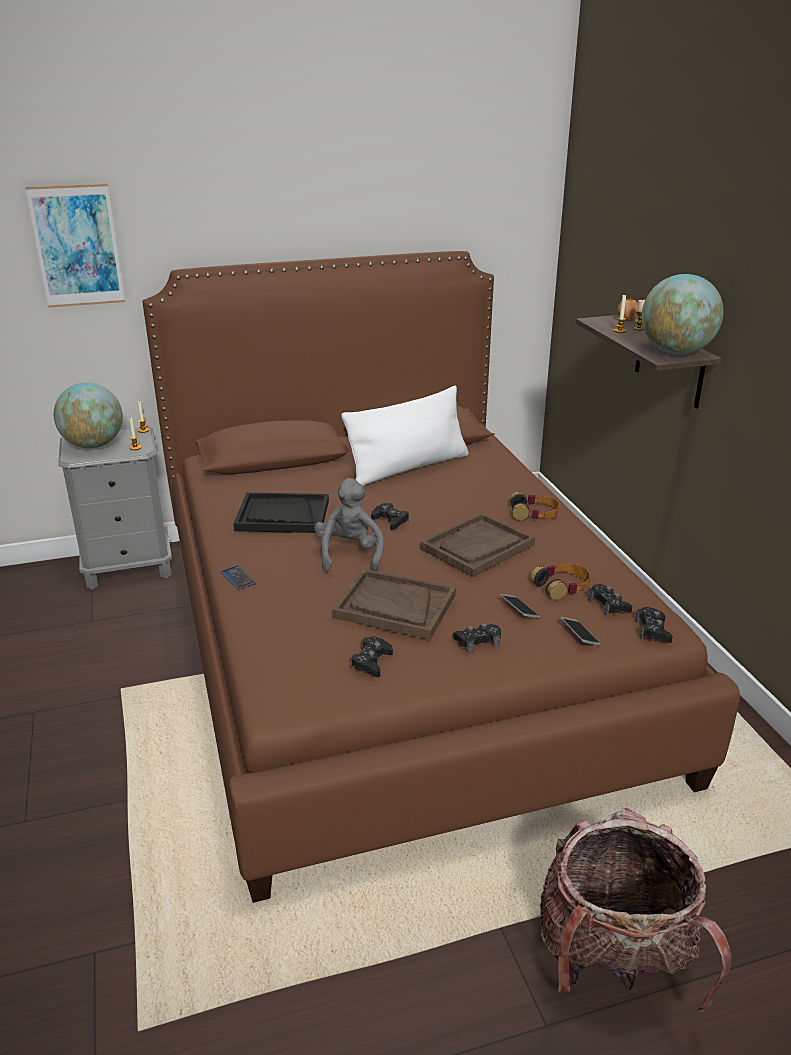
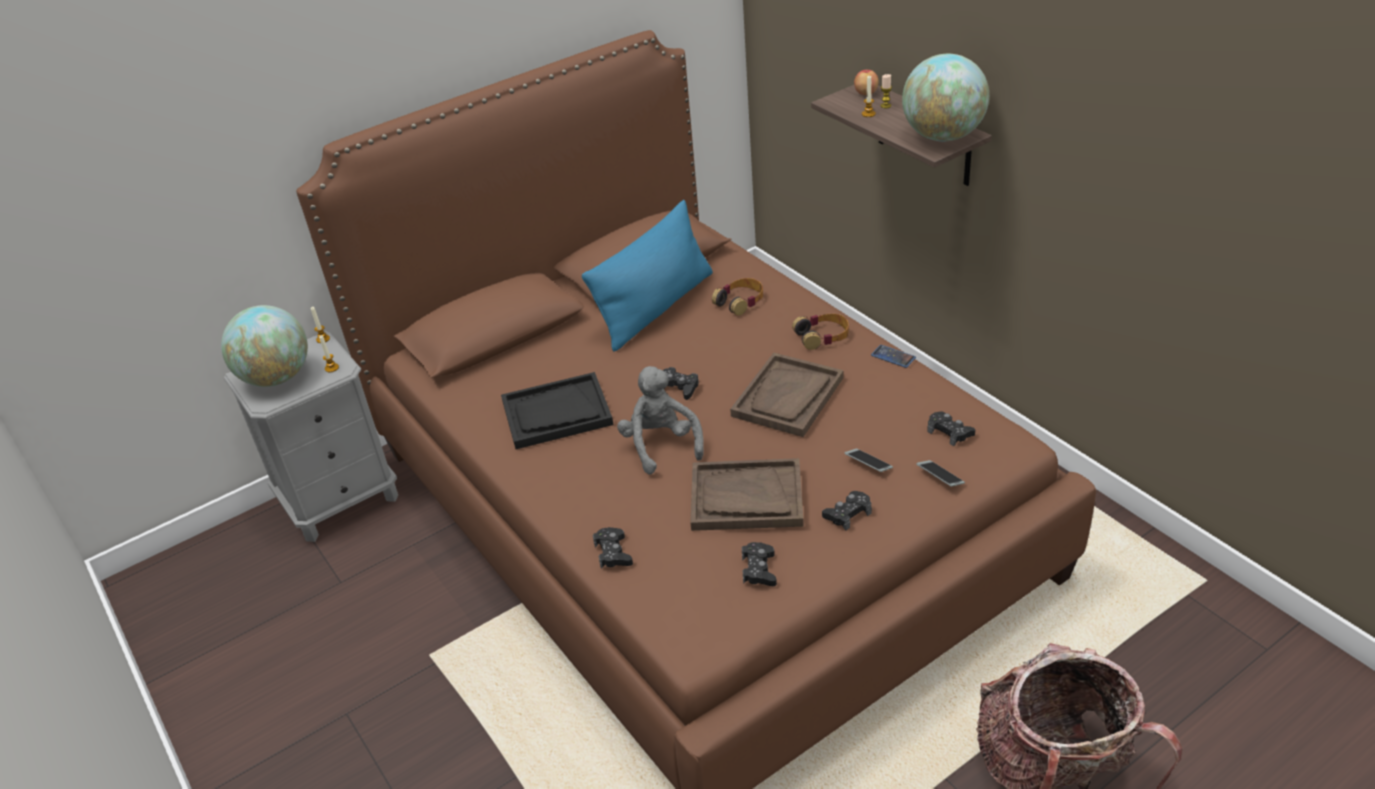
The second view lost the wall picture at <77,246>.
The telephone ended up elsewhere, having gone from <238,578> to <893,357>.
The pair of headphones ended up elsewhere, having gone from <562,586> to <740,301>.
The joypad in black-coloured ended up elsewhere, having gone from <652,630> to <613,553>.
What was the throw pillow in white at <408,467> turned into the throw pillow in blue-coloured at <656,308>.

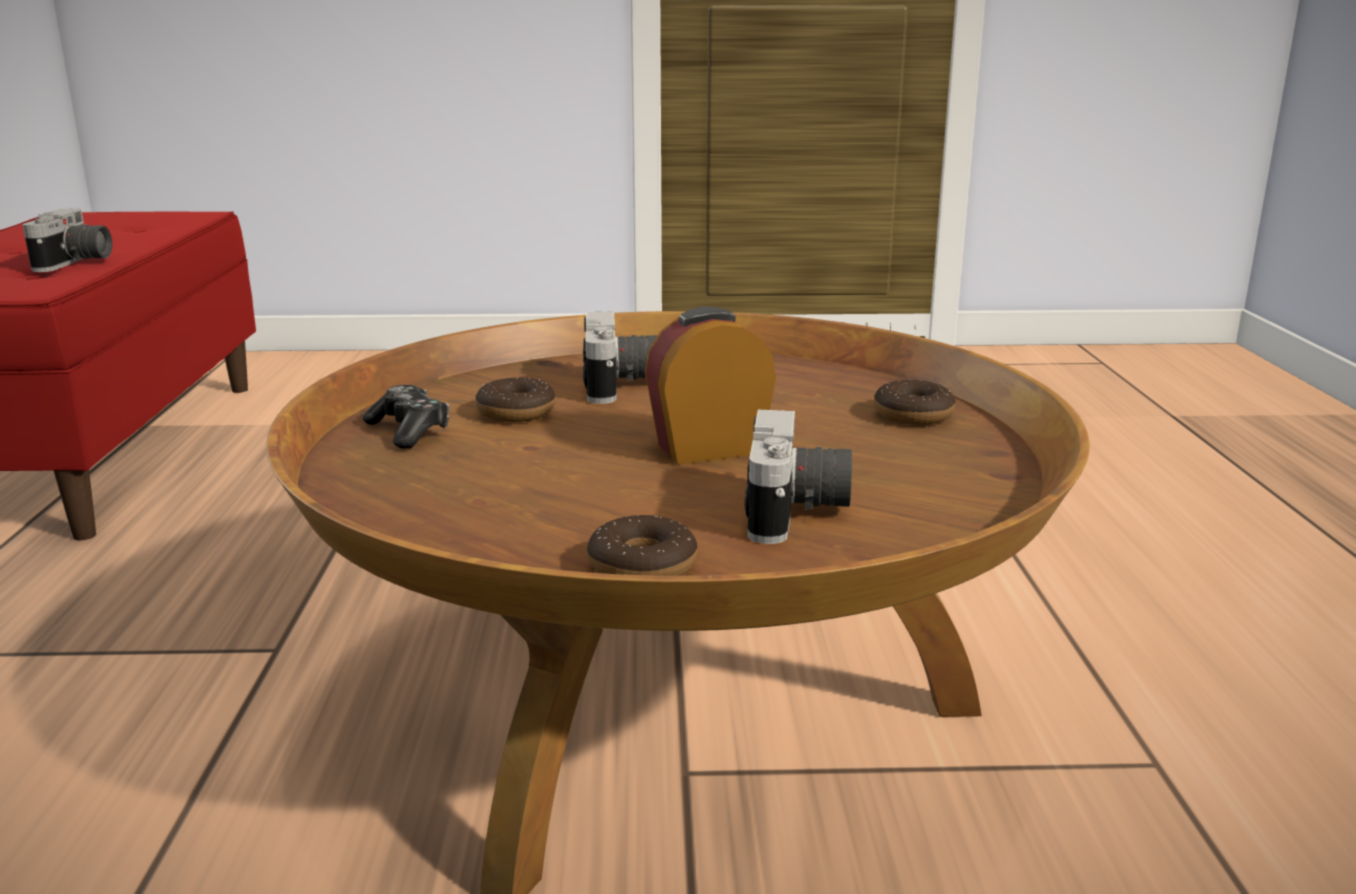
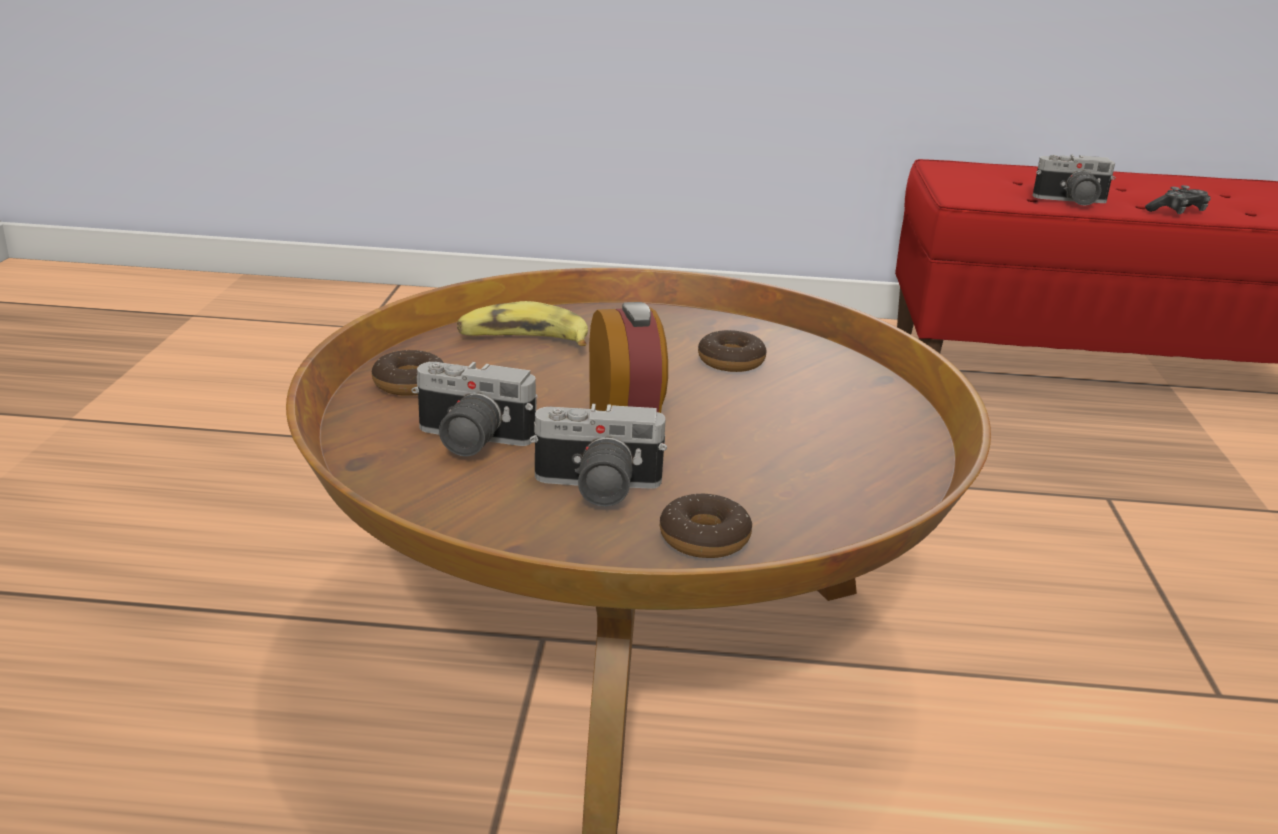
The second view gained the whole banana at <523,341>.
The joypad ended up elsewhere, having gone from <409,431> to <1177,212>.
The photo camera ended up elsewhere, having gone from <621,385> to <595,489>.

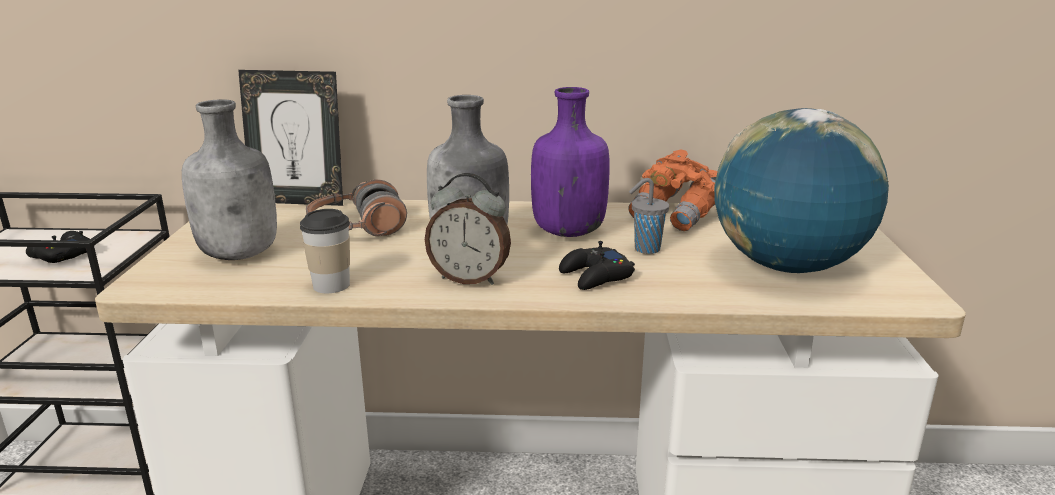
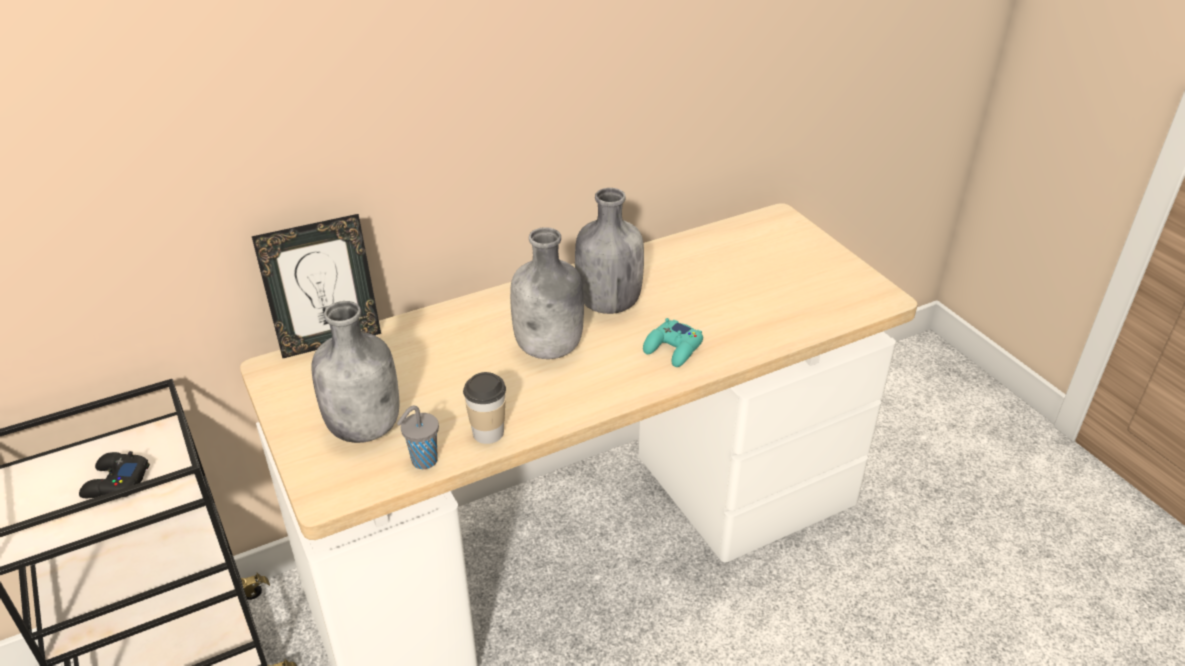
The second view lost the pair of headphones at <357,229>.
The second view lost the bedside clock at <470,278>.
The second view lost the pair of binoculars in orangey at <676,216>.
The second view lost the world globe at <787,267>.
The drinking cup in gray ended up elsewhere, having gone from <645,249> to <423,461>.
What was the beverage bottle in purple at <567,231> turned into the beverage bottle in gray at <607,303>.
What was the joypad in black-coloured at <595,276> turned into the joypad in blue-green at <673,349>.

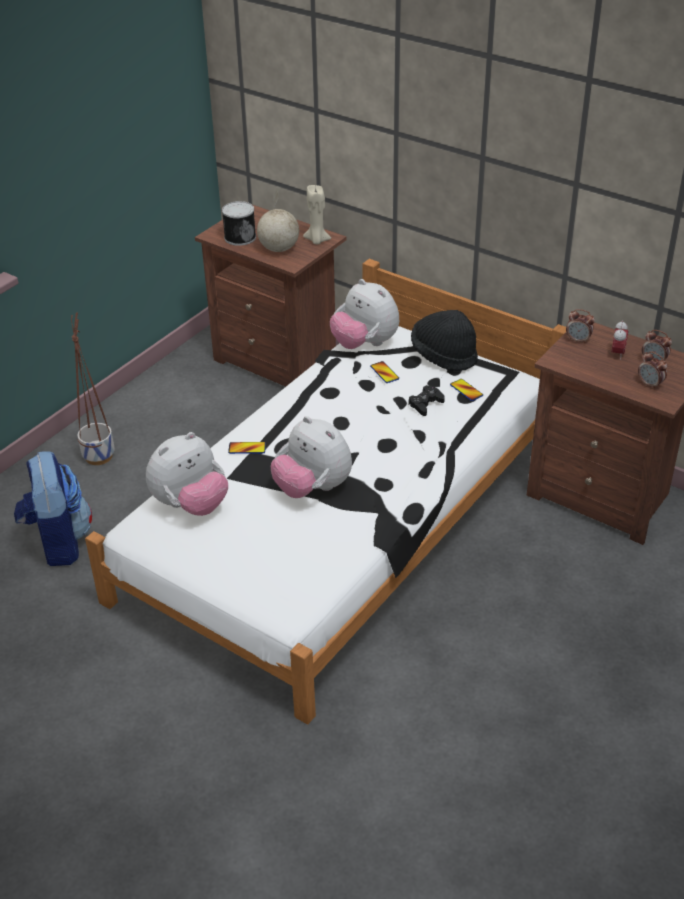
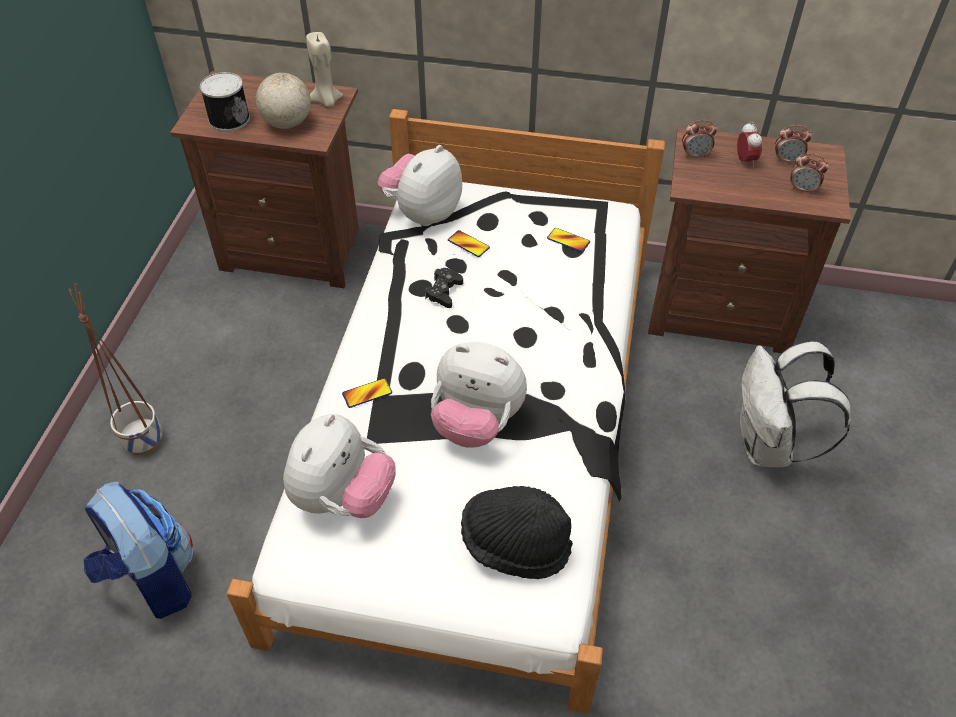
The second view gained the rucksack in white at <768,446>.
The joypad in black-coloured ended up elsewhere, having gone from <425,404> to <444,292>.
The hat in black-coloured ended up elsewhere, having gone from <444,355> to <515,544>.
The soft toy at <365,344> ended up facing another way, 105 degrees clockwise from before.

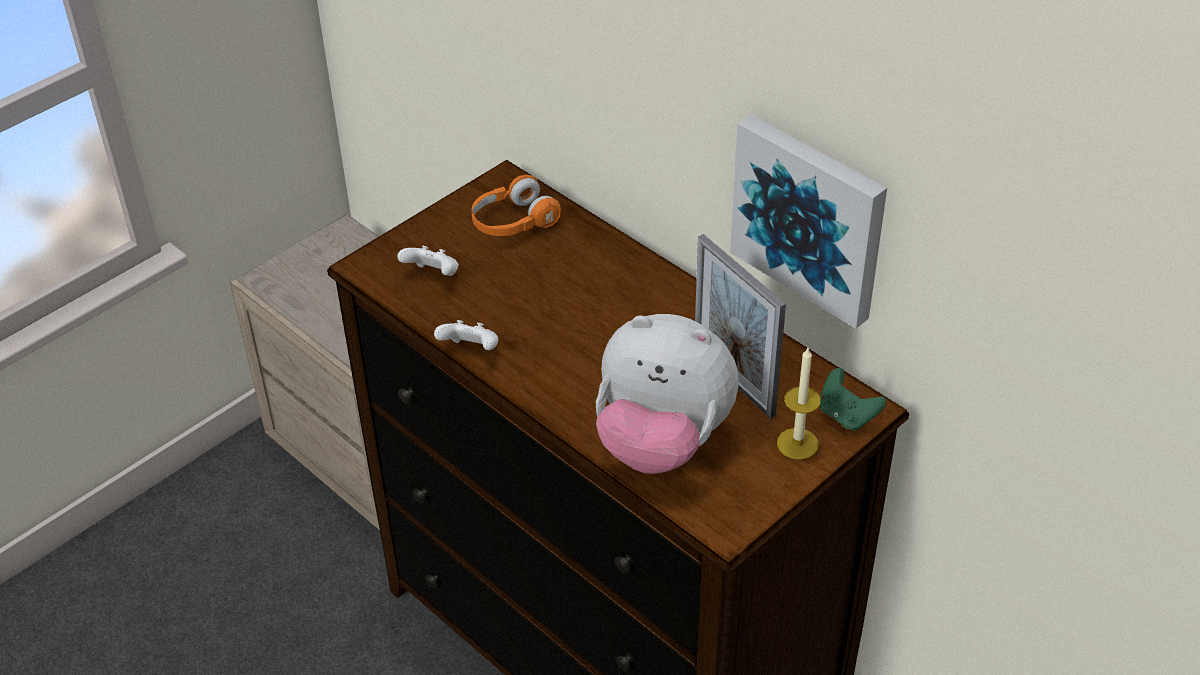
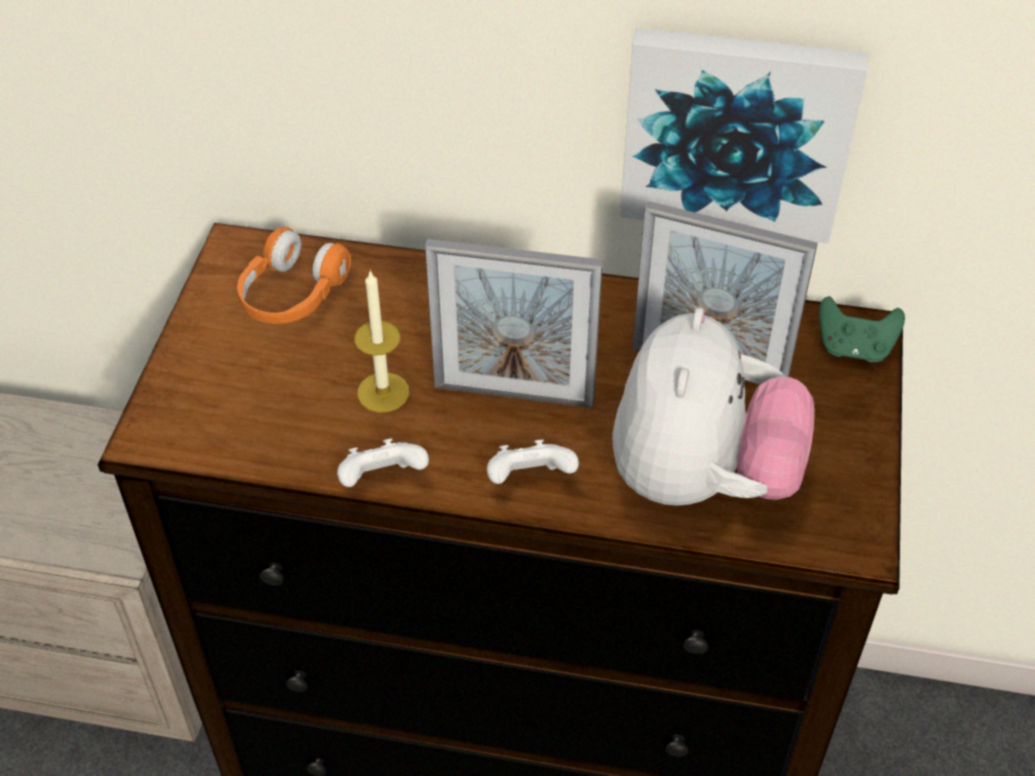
The second view gained the picture frame at <513,394>.
The joypad in white ended up elsewhere, having gone from <433,275> to <530,479>.
The candle ended up elsewhere, having gone from <797,444> to <383,392>.
The soft toy at <662,442> ended up facing another way, 60 degrees counterclockwise from before.

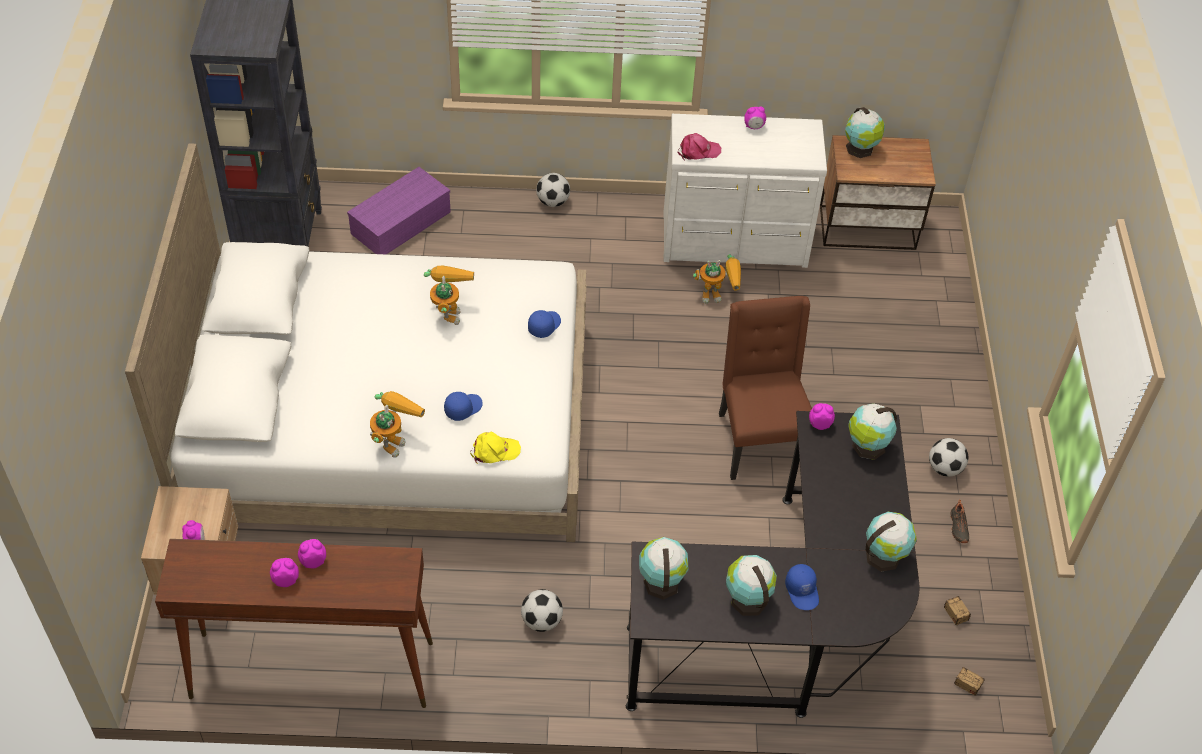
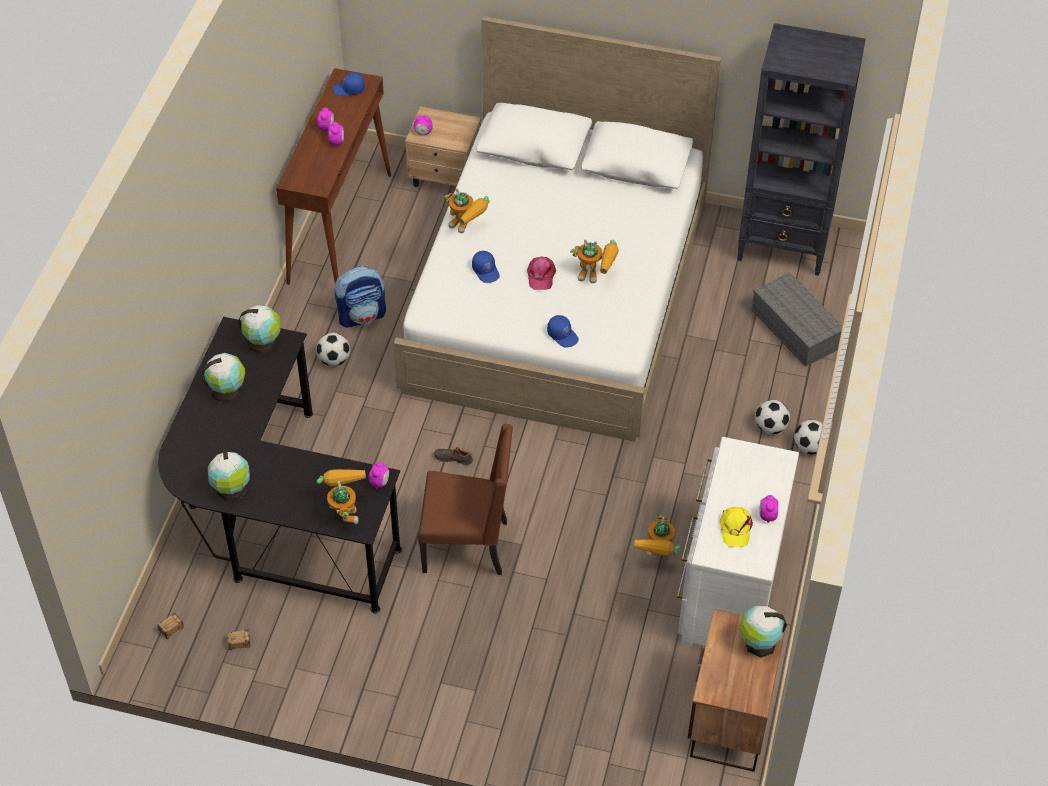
The second view gained the rucksack at <362,315>.
The baseball cap in yellowish ended up elsewhere, having gone from <494,451> to <735,528>.
The baseball cap in pinkish ended up elsewhere, having gone from <698,151> to <540,275>.
The baseball cap in blue-coloured ended up elsewhere, having gone from <802,591> to <349,89>.
The football ball ended up elsewhere, having gone from <945,468> to <770,427>.
The shoe in black-coloured ended up elsewhere, having gone from <958,527> to <453,458>.
Where the world globe stood at <867,447>, the robot figure came to stand at <344,510>.
What was the storage bin in purple at <401,221> turned into the storage bin in gray at <797,329>.

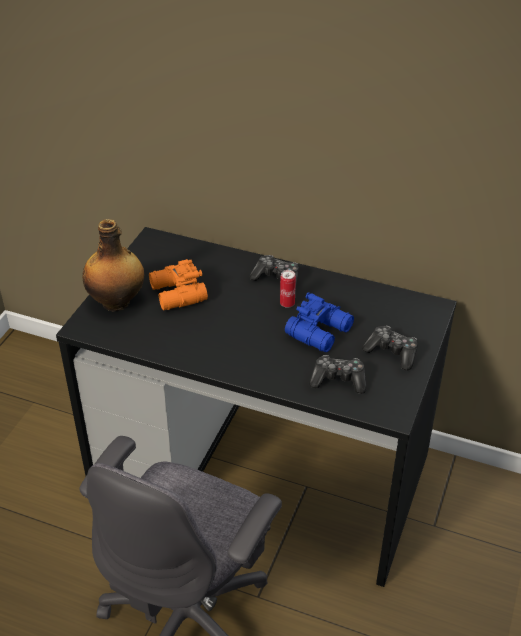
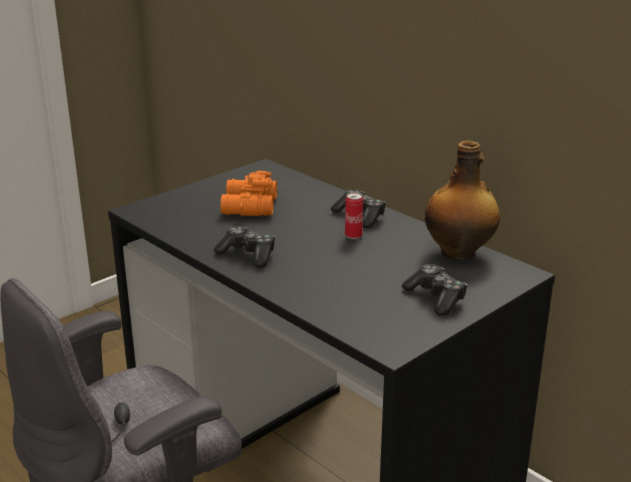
The second view lost the pair of binoculars in blue-coloured at <321,331>.
The beverage bottle ended up elsewhere, having gone from <117,302> to <459,253>.
The joypad ended up elsewhere, having gone from <338,380> to <248,255>.

